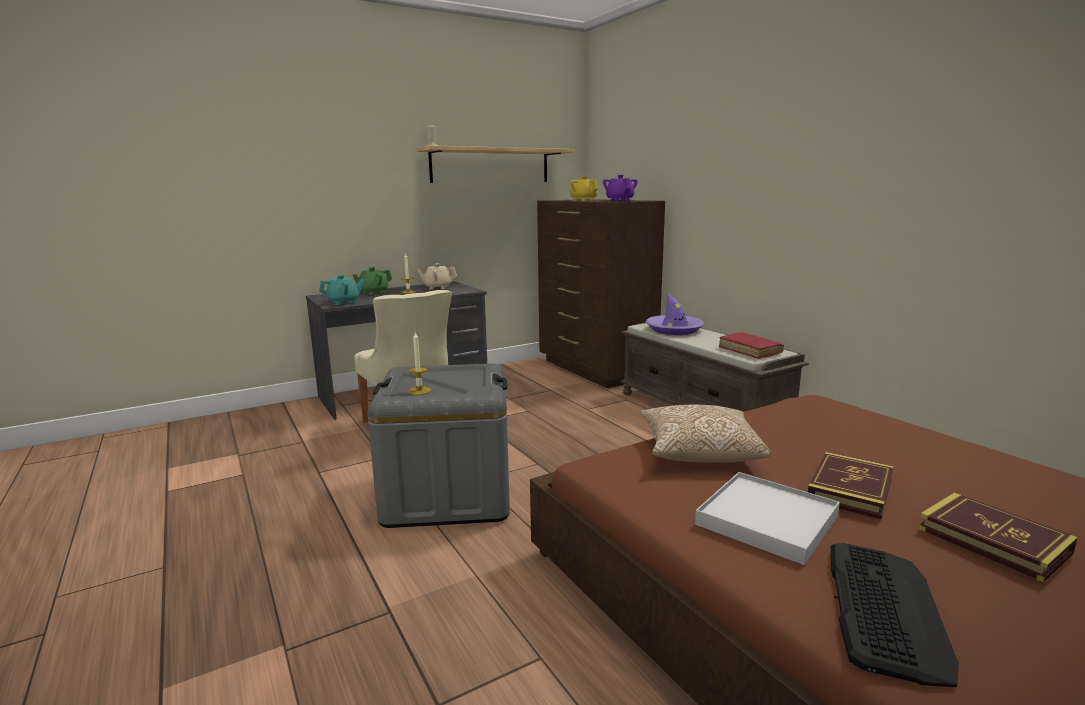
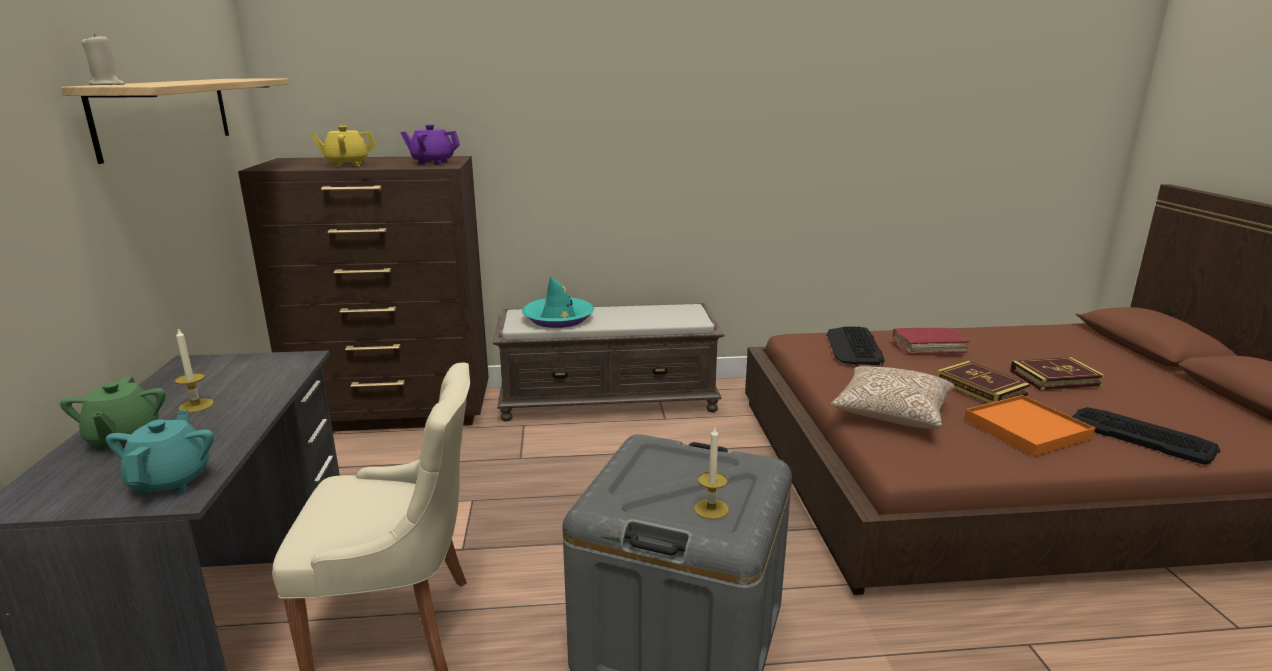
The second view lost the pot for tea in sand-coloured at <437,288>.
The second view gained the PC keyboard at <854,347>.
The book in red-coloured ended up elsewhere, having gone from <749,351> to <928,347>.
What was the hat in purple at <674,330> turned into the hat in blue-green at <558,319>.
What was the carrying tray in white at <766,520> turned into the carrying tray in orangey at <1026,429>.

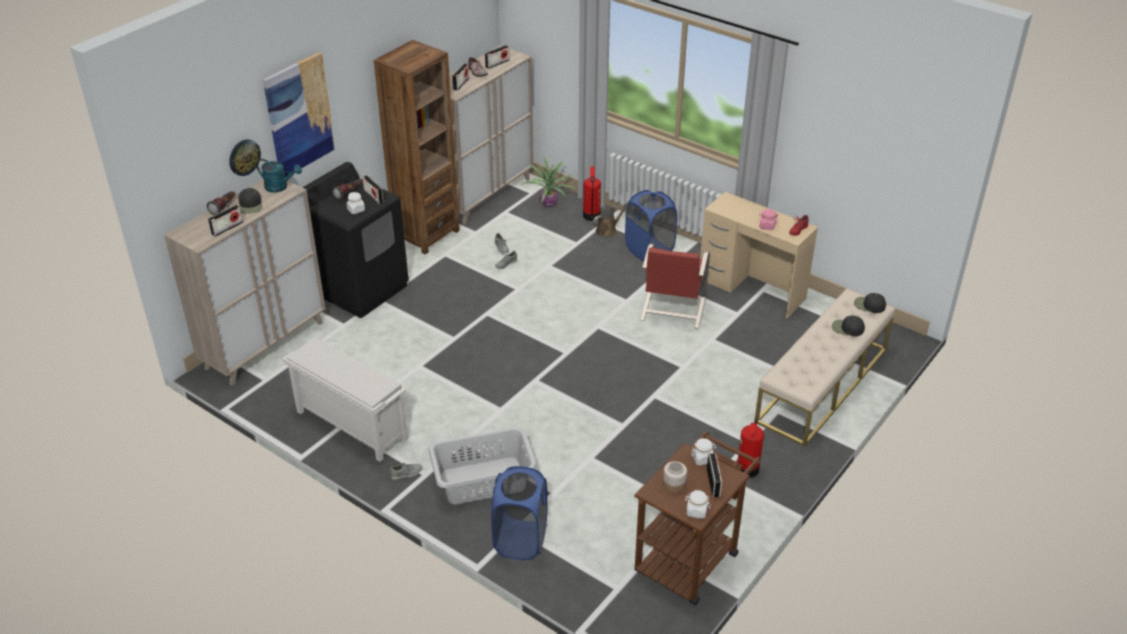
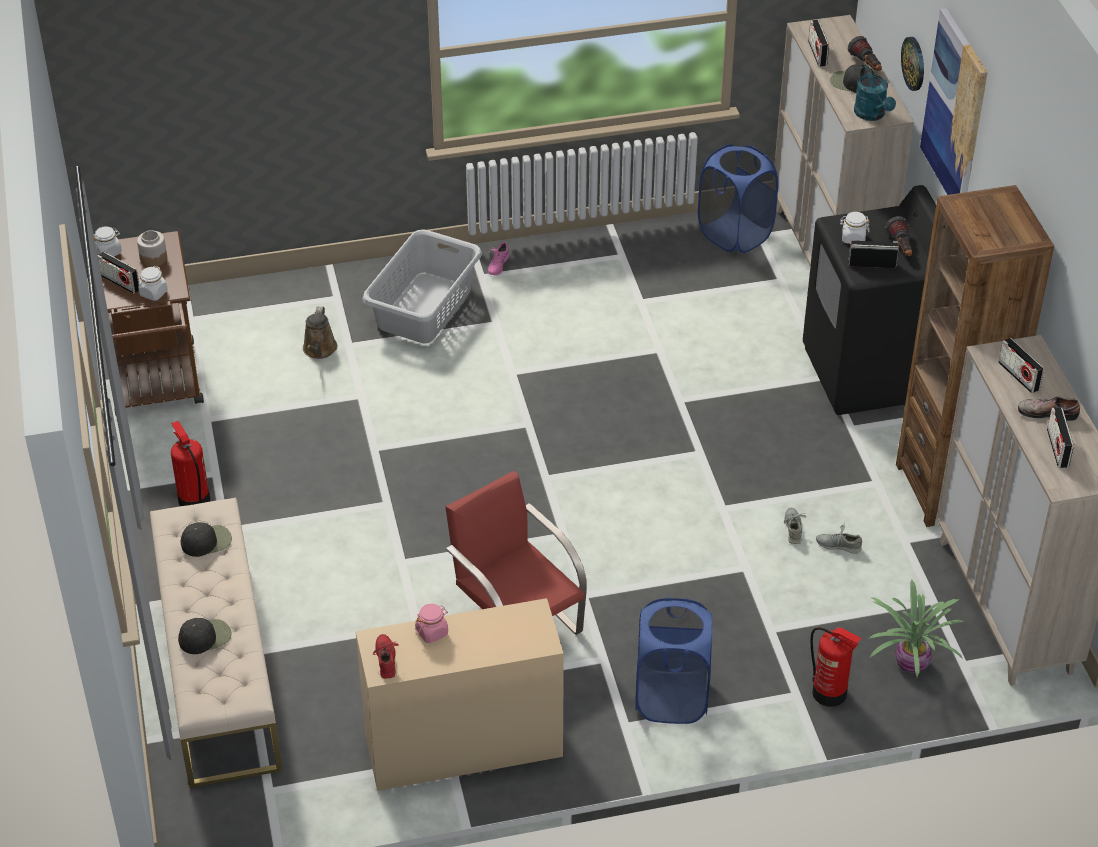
The second view lost the shoe stand in white at <350,425>.
The washing basket in blue-coloured ended up elsewhere, having gone from <520,540> to <734,234>.
The watering can in brown ended up elsewhere, having gone from <608,230> to <319,350>.
The baseball cap in black-coloured ended up elsewhere, having gone from <869,305> to <206,541>.
What was the shoe in gray at <406,473> turned into the shoe in pinkish at <498,265>.
The watering can in blue-green at <280,187> ended up facing another way, 75 degrees counterclockwise from before.

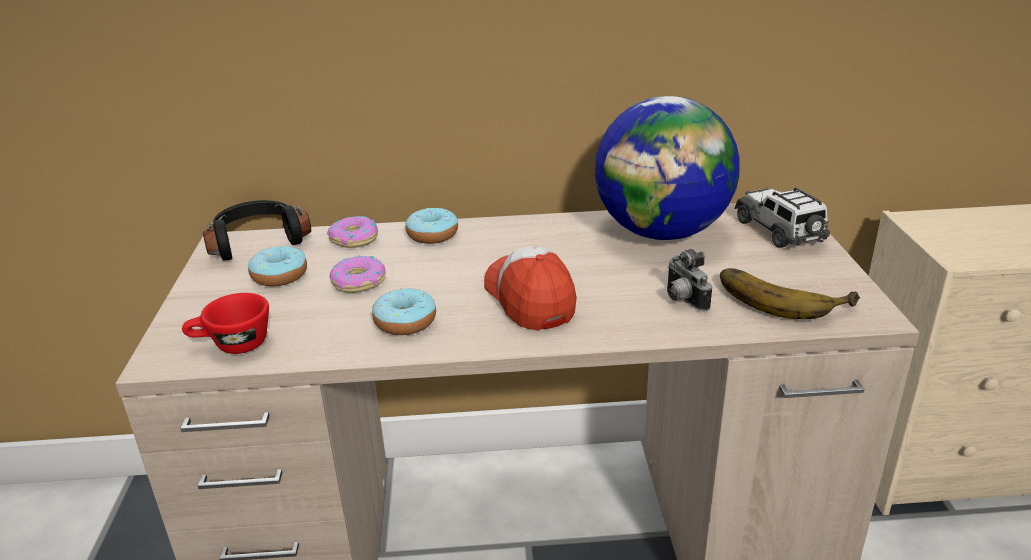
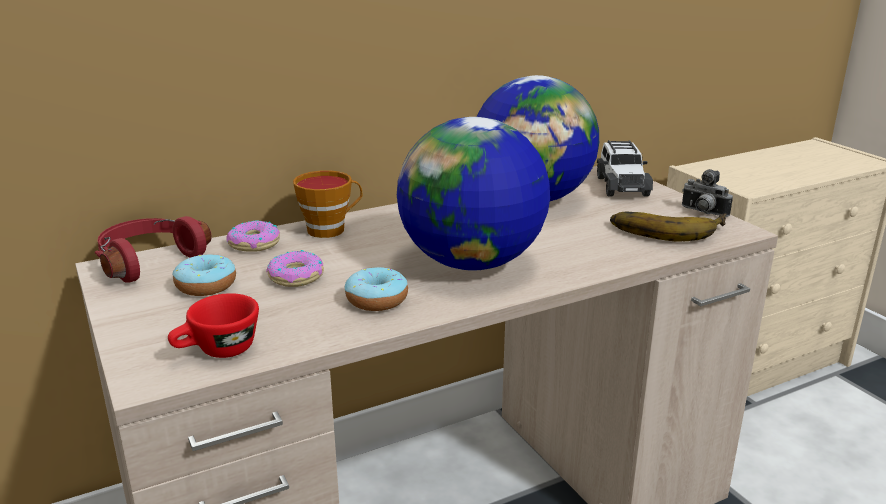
The photo camera ended up elsewhere, having gone from <682,300> to <702,213>.
Where the donut stood at <432,235>, the drinking cup came to stand at <330,229>.
Where the baseball cap stood at <529,299>, the world globe came to stand at <472,263>.
What was the pair of headphones in black-coloured at <257,240> turned into the pair of headphones in red-coloured at <147,260>.
The model car at <780,231> ended up facing another way, 135 degrees counterclockwise from before.

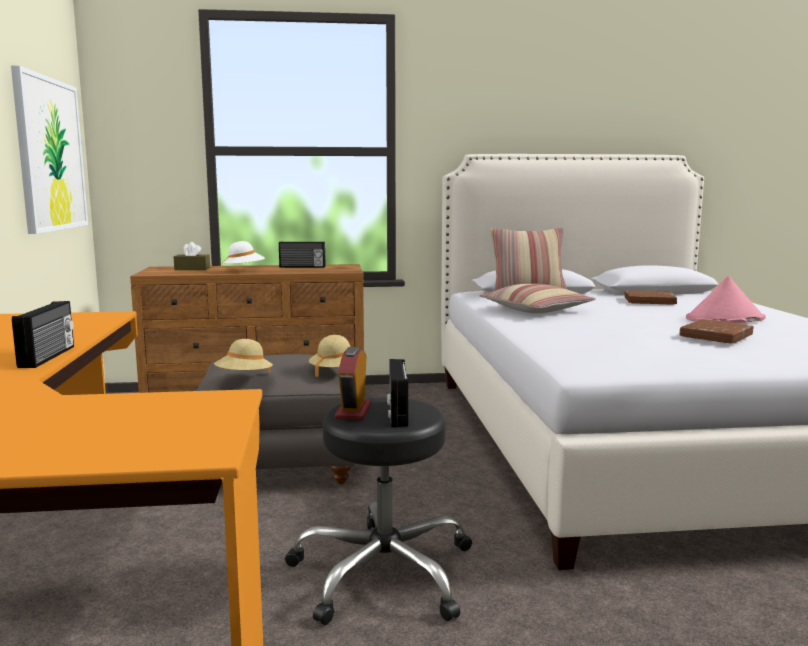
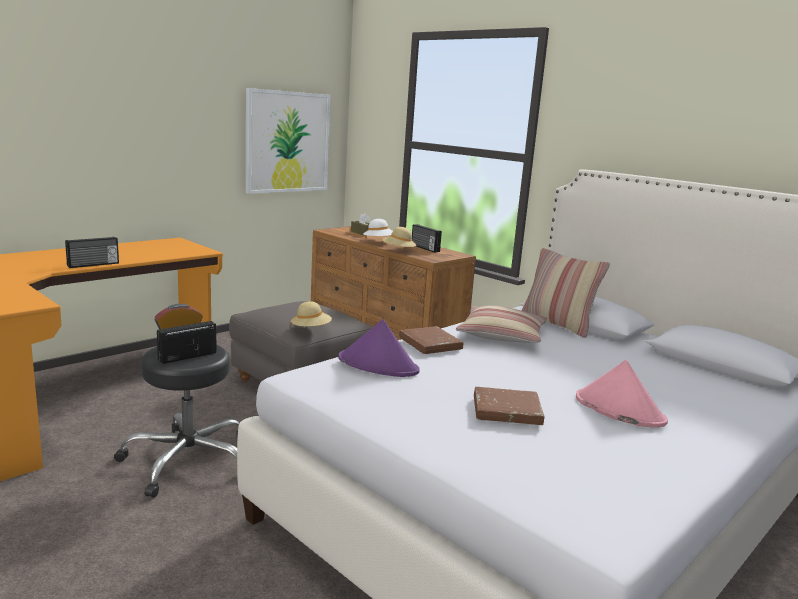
The second view gained the hat in purple at <378,365>.
The hat in sand-coloured ended up elsewhere, having gone from <244,378> to <398,251>.
The book in brown ended up elsewhere, having gone from <649,301> to <430,344>.

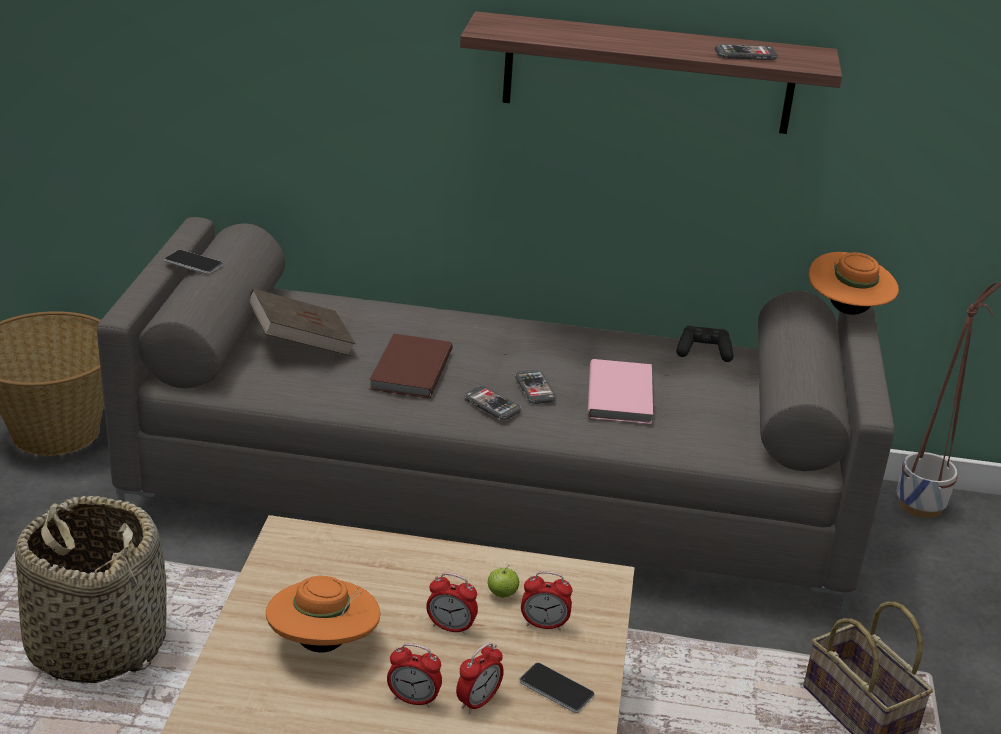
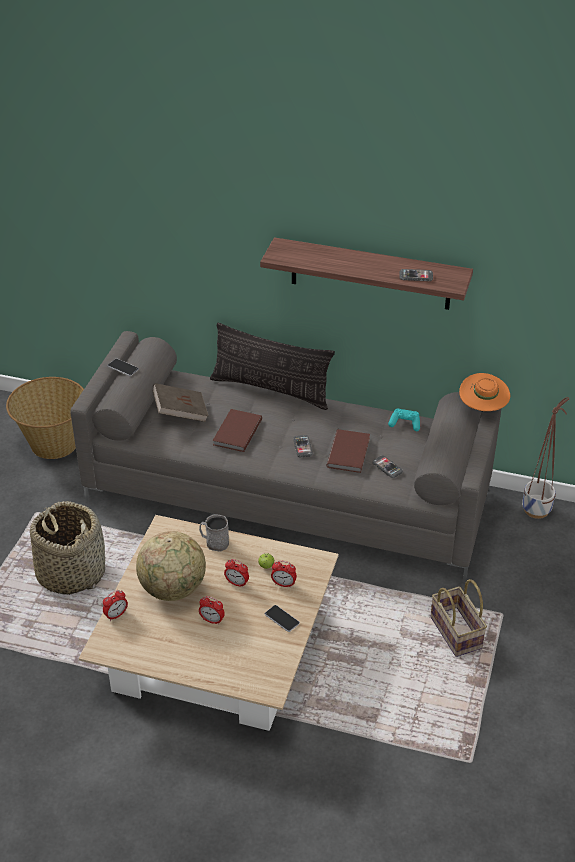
The second view gained the mug in gray at <214,542>.
The second view gained the throw pillow at <271,389>.
The bedside clock ended up elsewhere, having gone from <478,701> to <116,615>.
The telephone ended up elsewhere, having gone from <492,405> to <387,467>.
Where the hat in orangey stood at <323,644>, the world globe came to stand at <173,589>.
What was the book in pinkish at <622,394> turned into the book in brown at <350,452>.
What was the joypad in black-coloured at <703,352> turned into the joypad in blue-green at <405,424>.

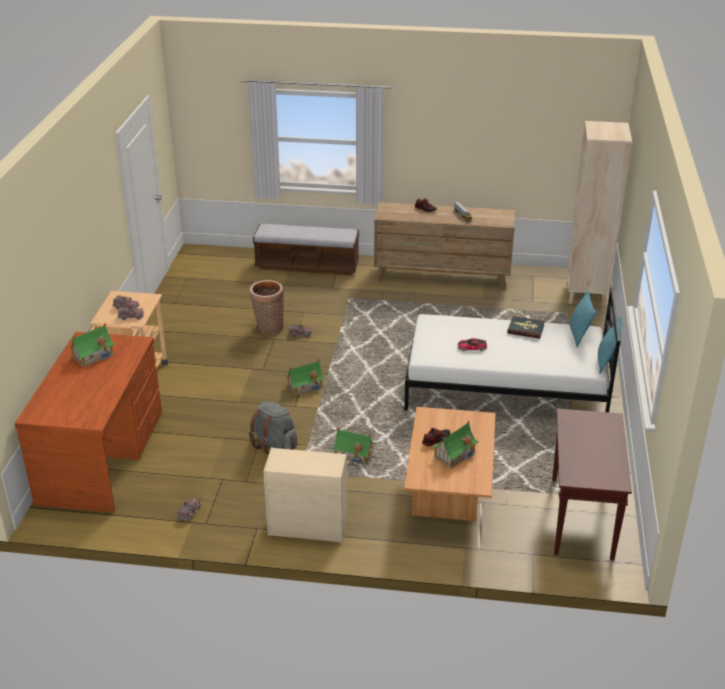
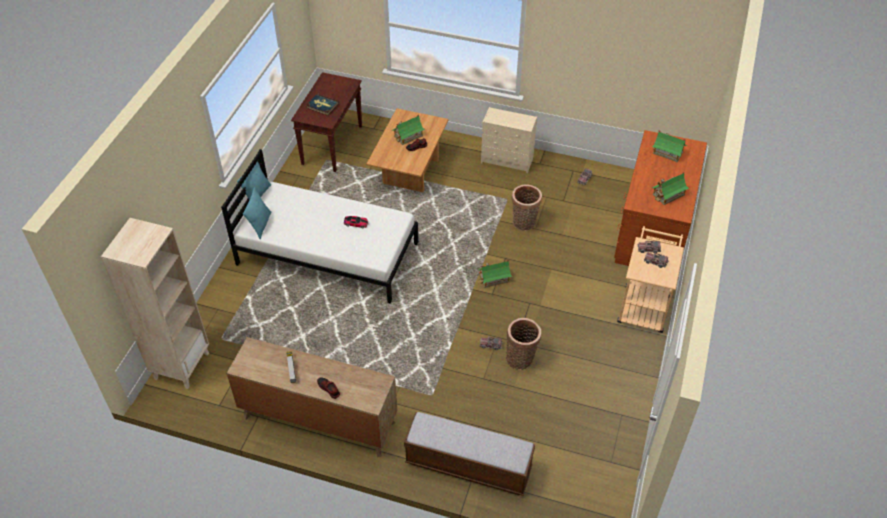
The miniature house ended up elsewhere, having gone from <354,454> to <667,152>.
The book ended up elsewhere, having gone from <526,329> to <322,106>.
Where the rucksack in gray stood at <274,445>, the household basket came to stand at <524,223>.

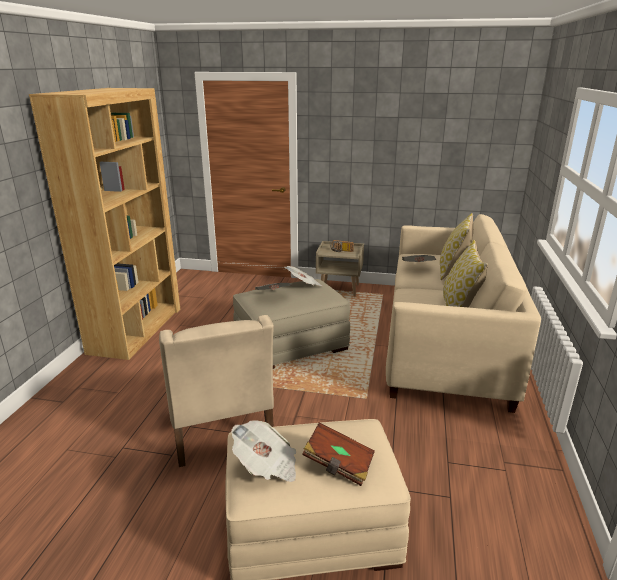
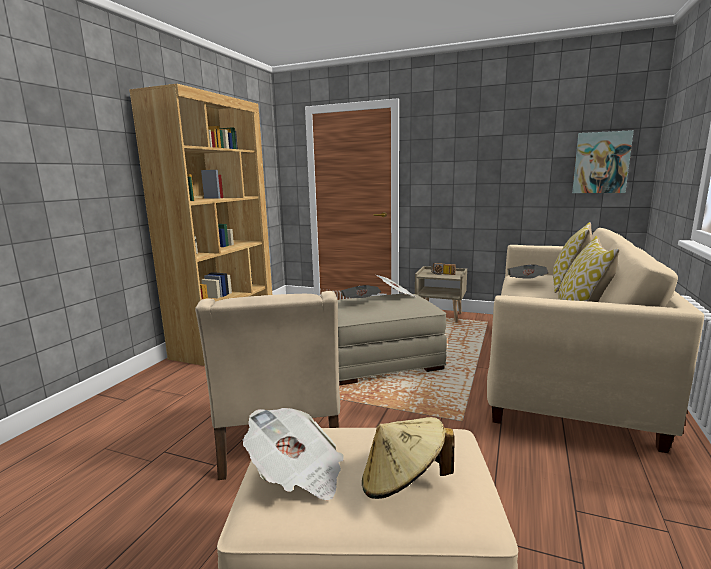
The second view gained the wall picture at <601,163>.
Where the book in brown stood at <338,464>, the hat in sand-coloured came to stand at <403,483>.

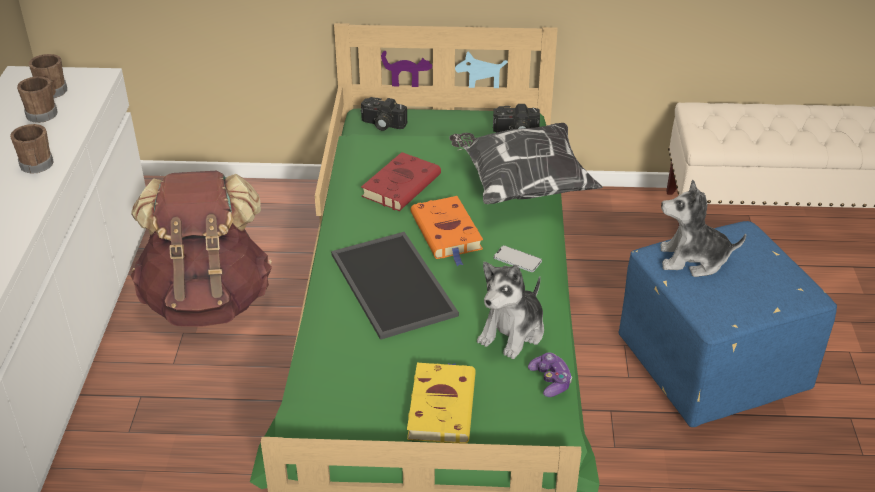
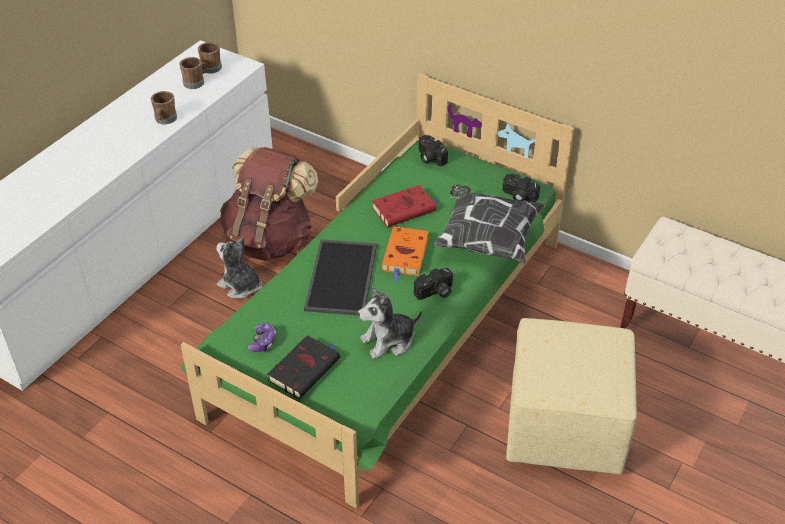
The joypad ended up elsewhere, having gone from <550,381> to <263,342>.
The soft toy ended up elsewhere, having gone from <693,260> to <240,286>.
Where the telephone stood at <517,260>, the photo camera came to stand at <435,292>.
What was the book in yellowish at <441,405> turned into the book in black-coloured at <305,369>.
What was the pouffe in blue-coloured at <708,367> turned into the pouffe in sand-coloured at <562,426>.

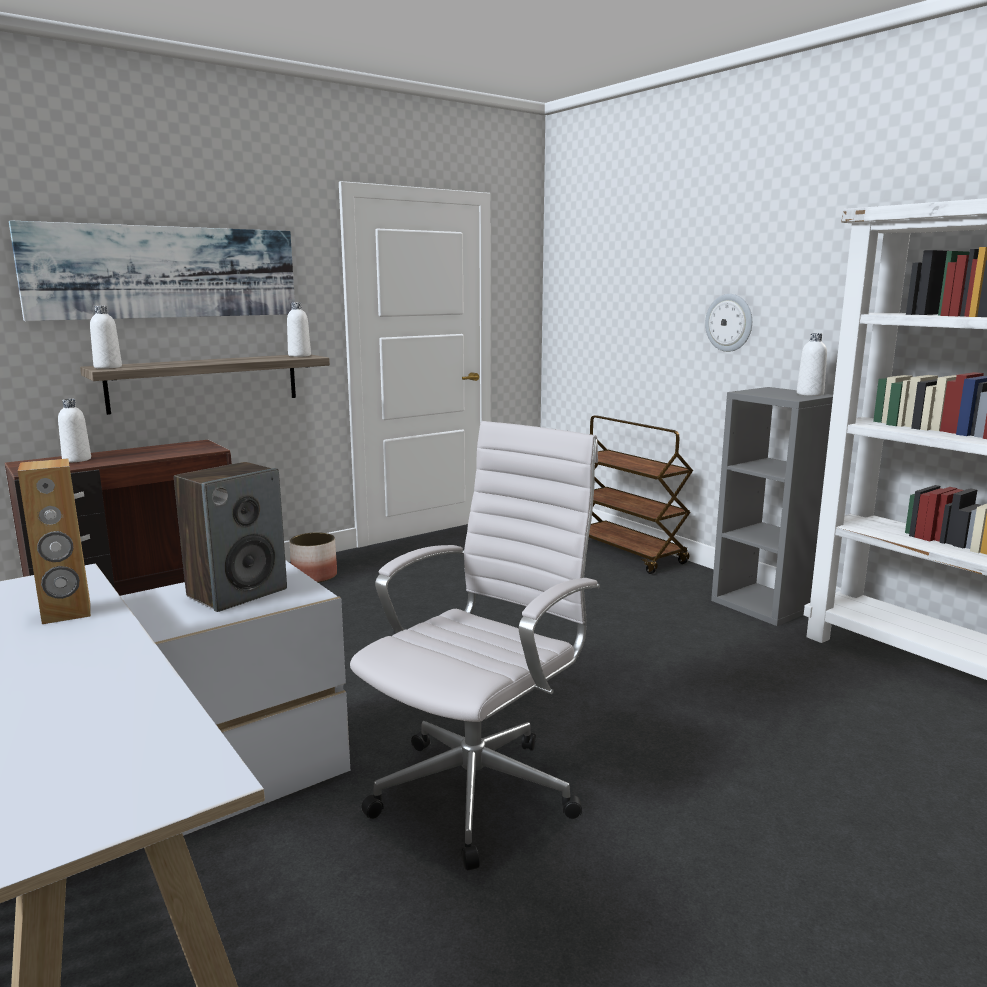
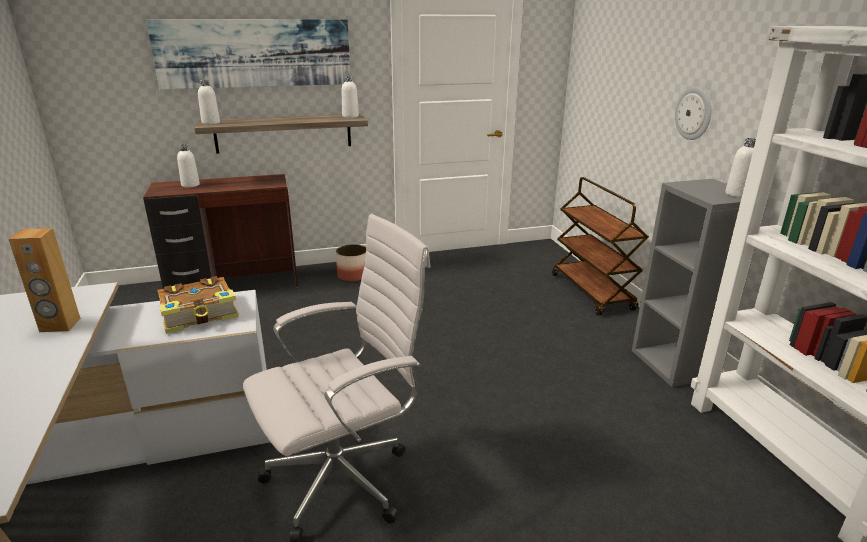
Where the speaker stood at <237,592>, the book came to stand at <200,314>.

